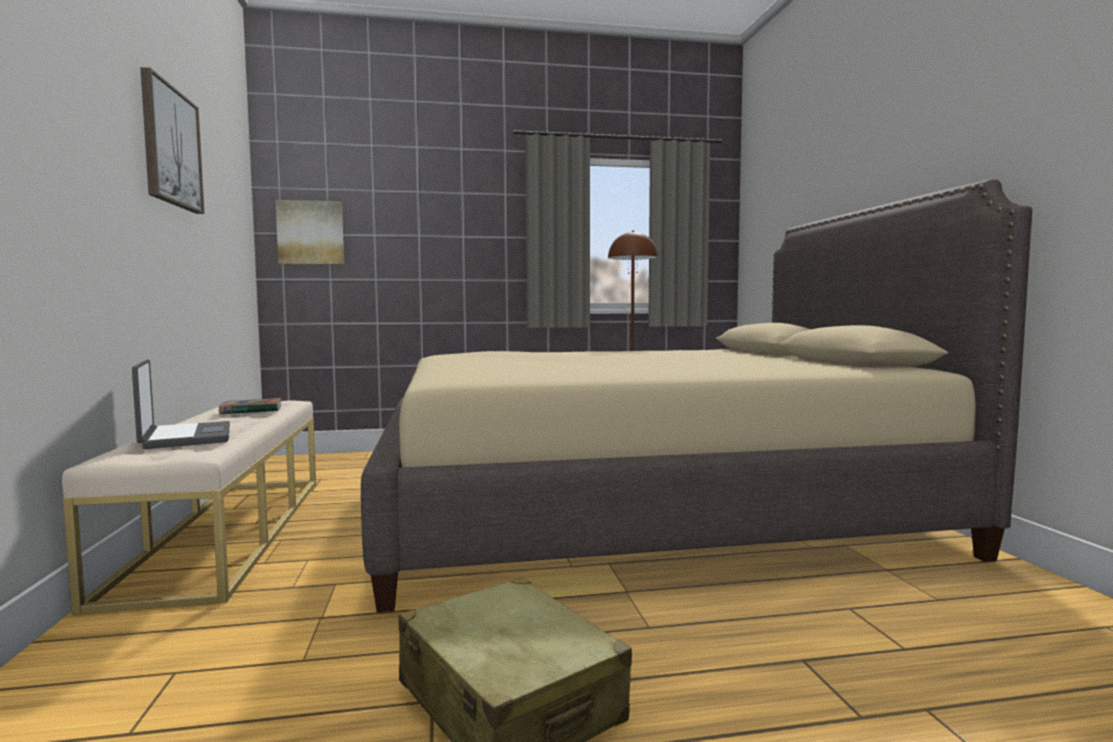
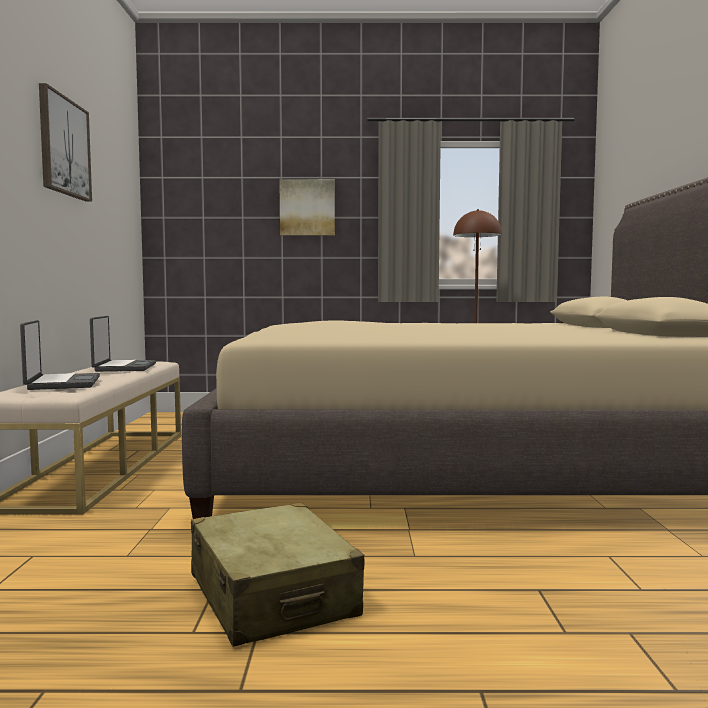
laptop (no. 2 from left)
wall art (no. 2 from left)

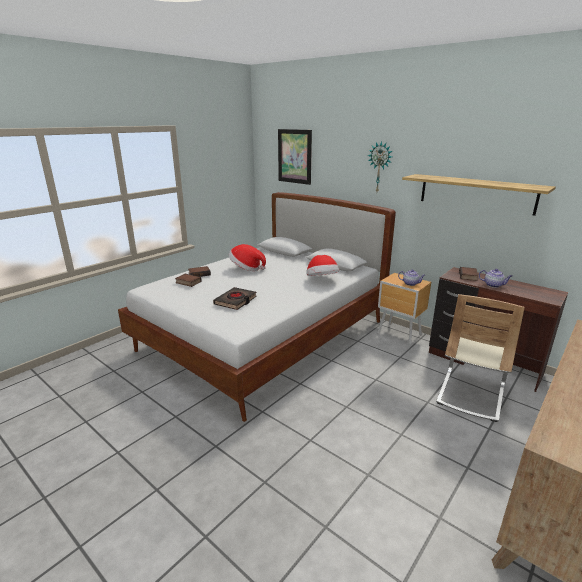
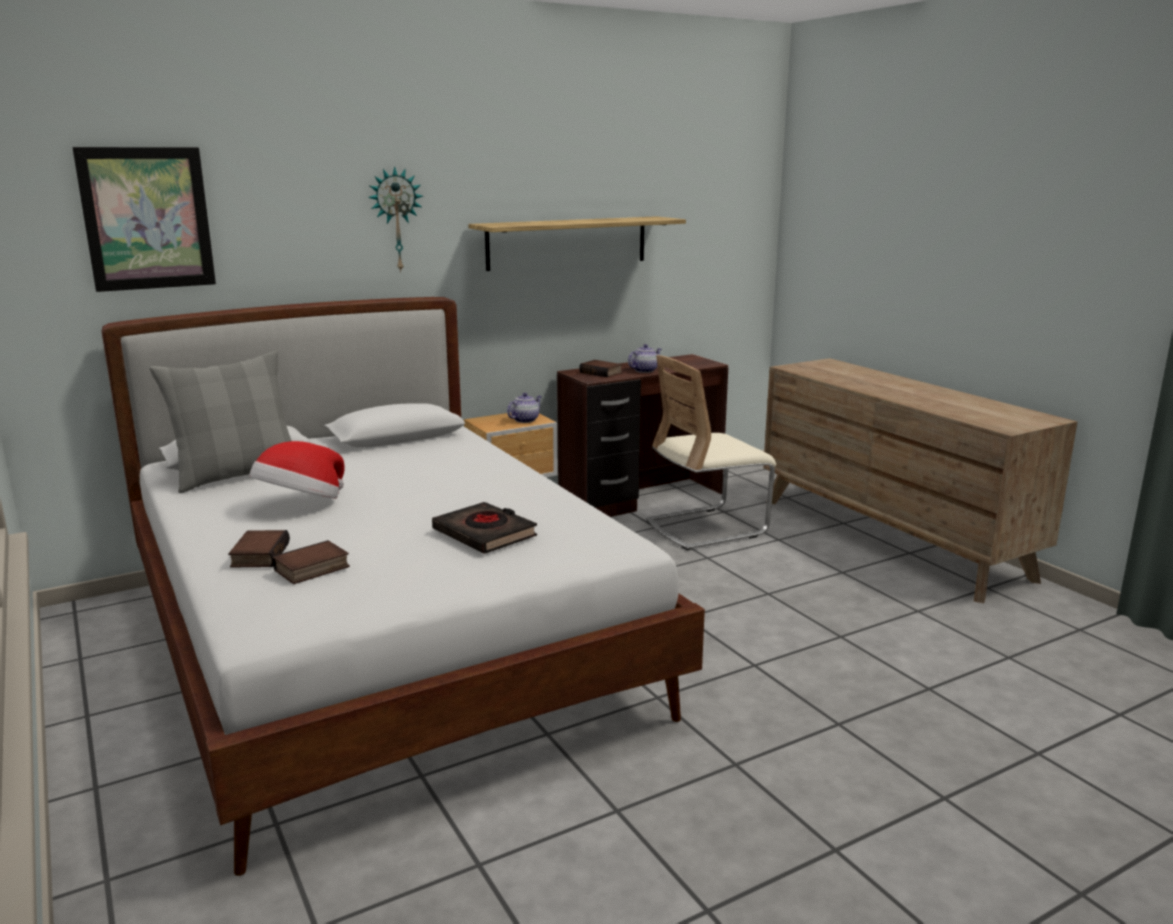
cushion (greyish)
chair (beige)
clothing hat (no. 2 from left in the first image)

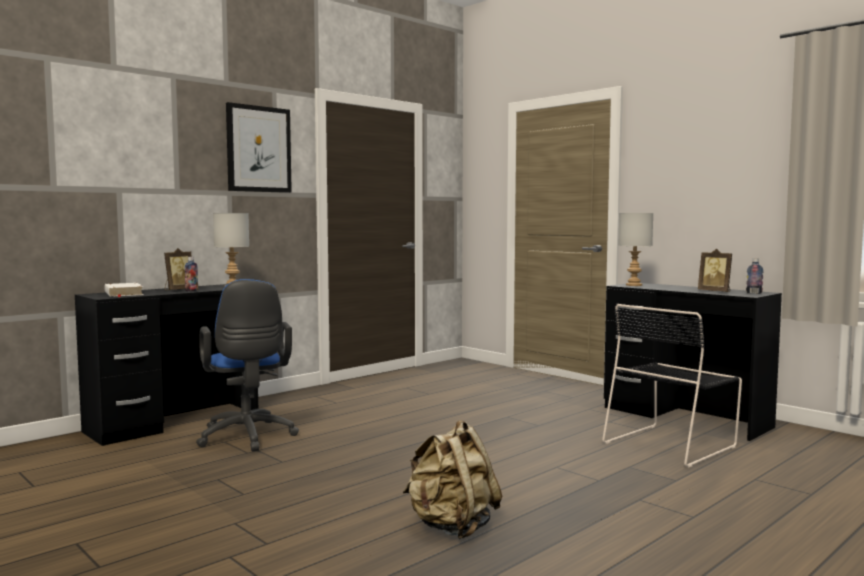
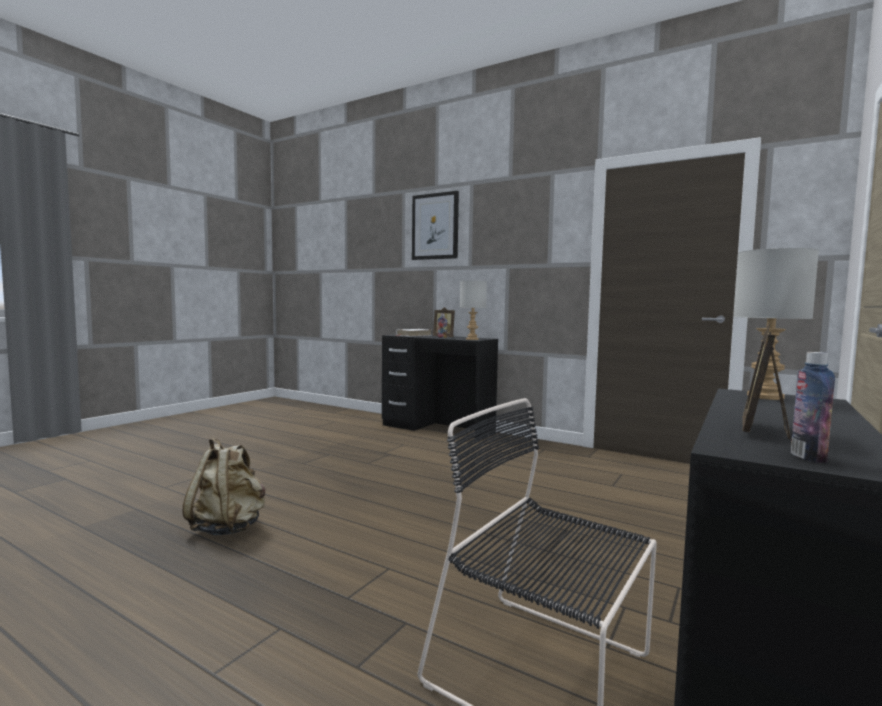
wall art
office chair (blue)

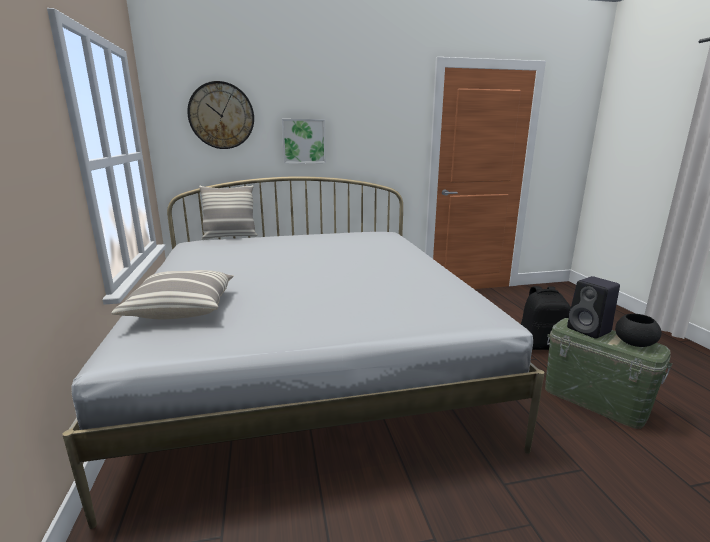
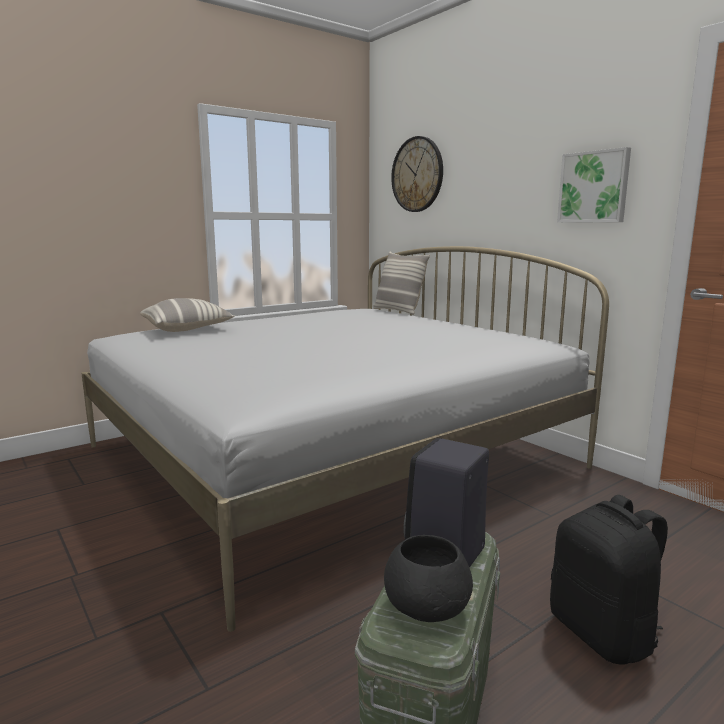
wall art

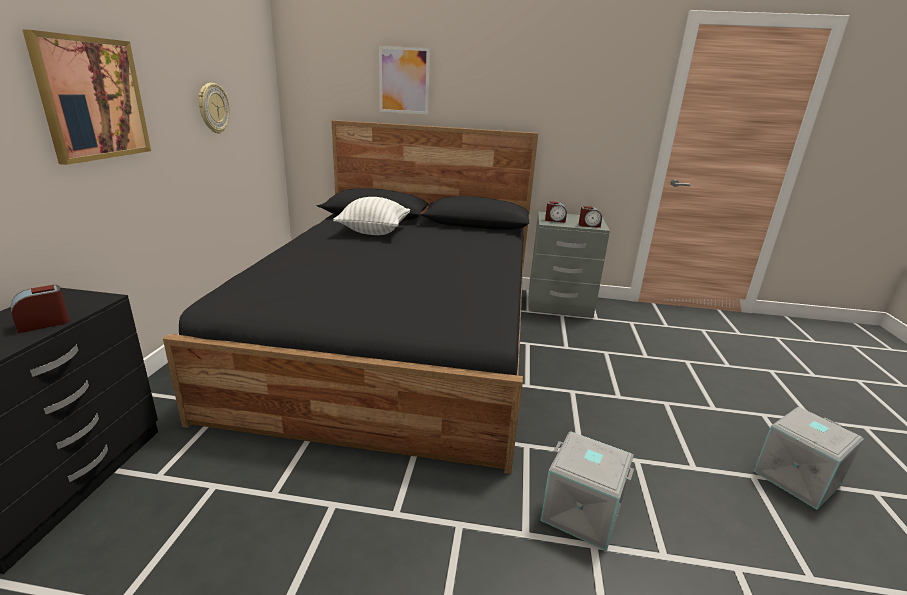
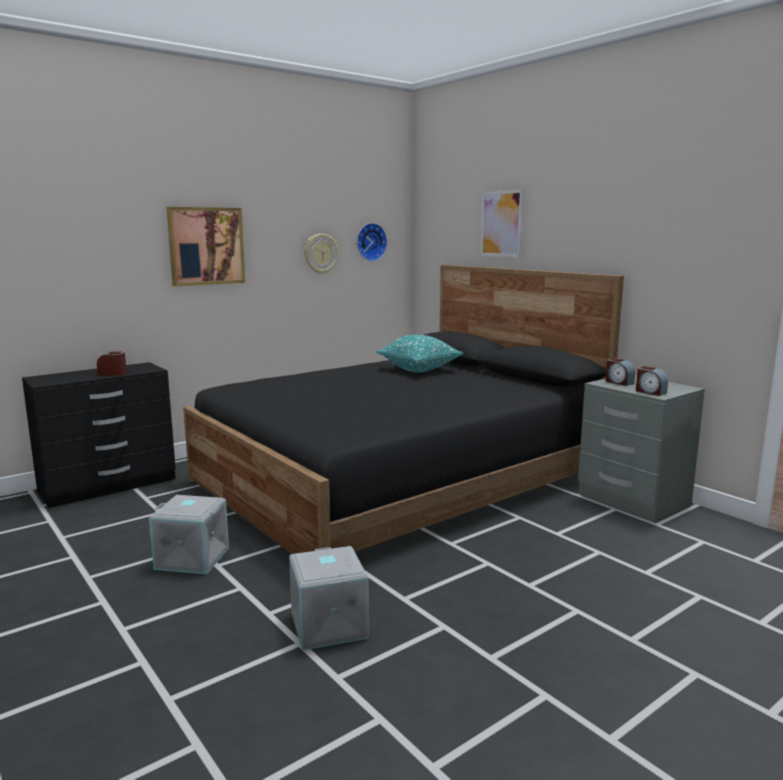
storage box (greyish) (no. 1 from left)
hanging clock (no. 2 from left)
cushion (blue-green)

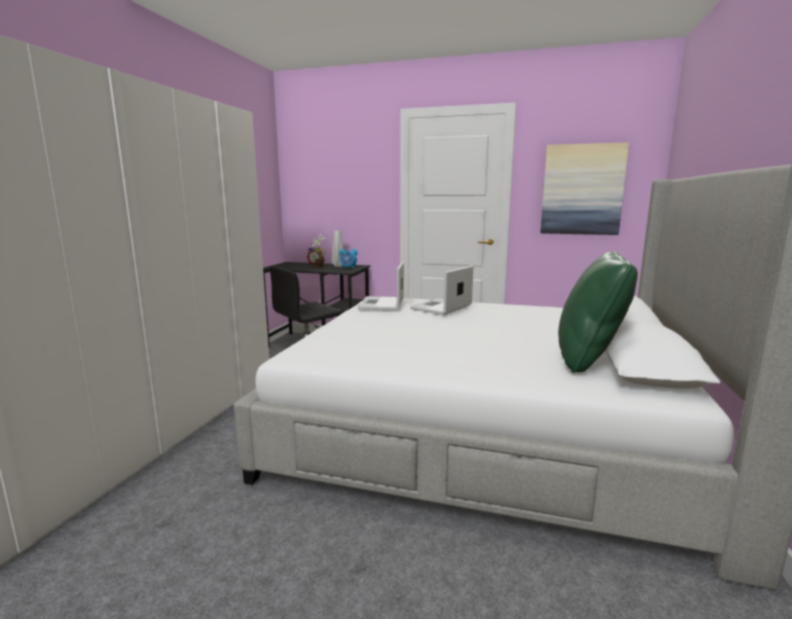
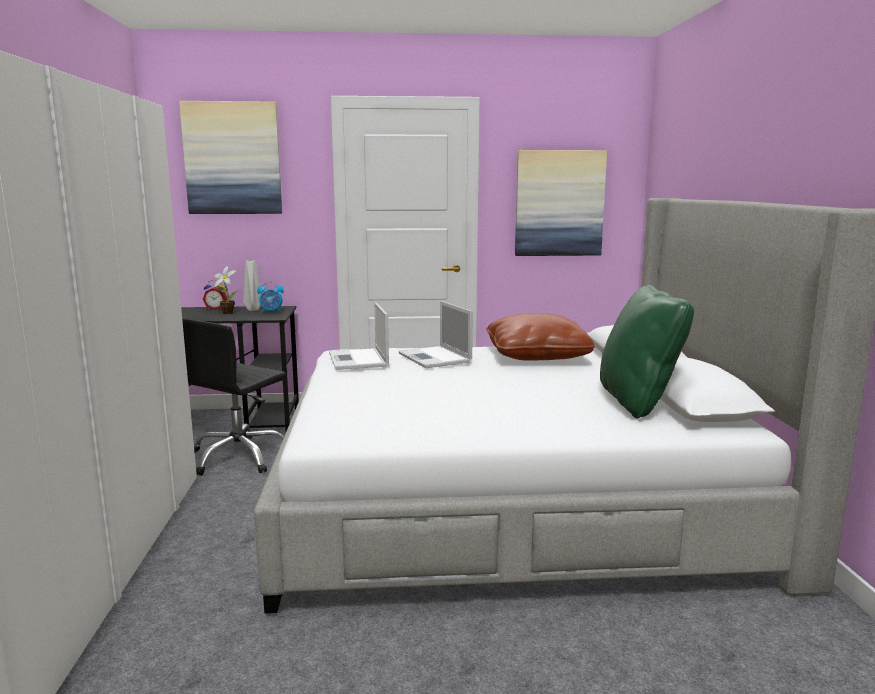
wall art (no. 1 from left)
laptop (no. 2 from left)
cushion (brownish)

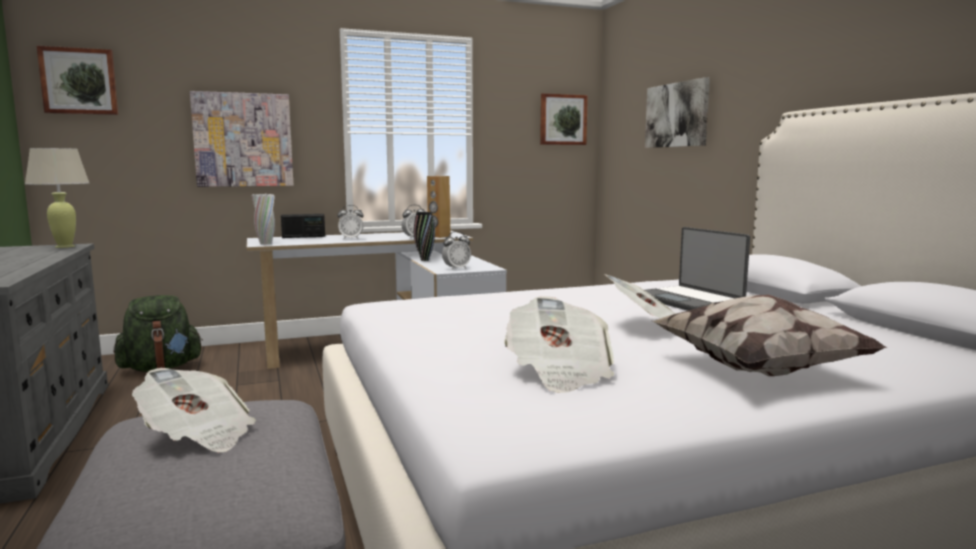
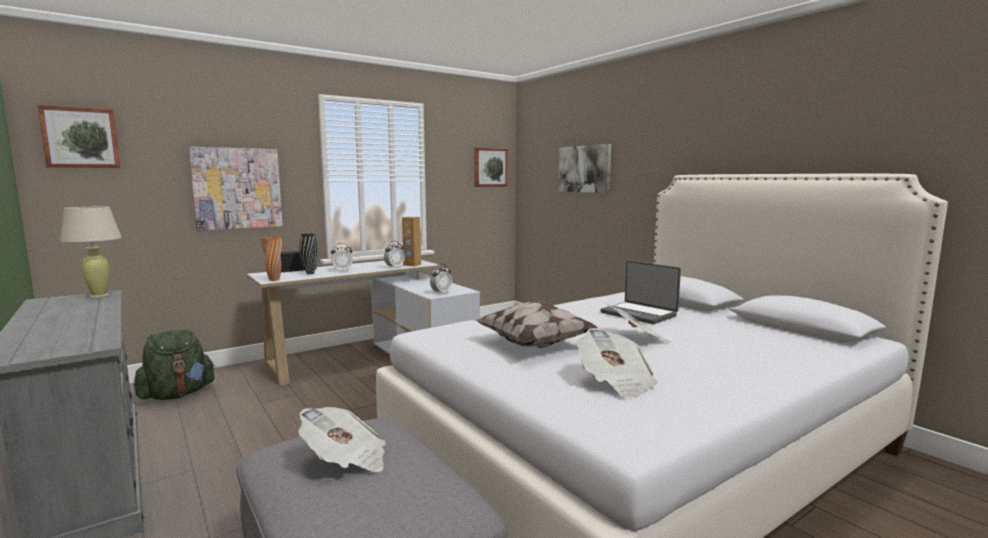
decorative vase (orange)
decorative vase (blackish)
cushion

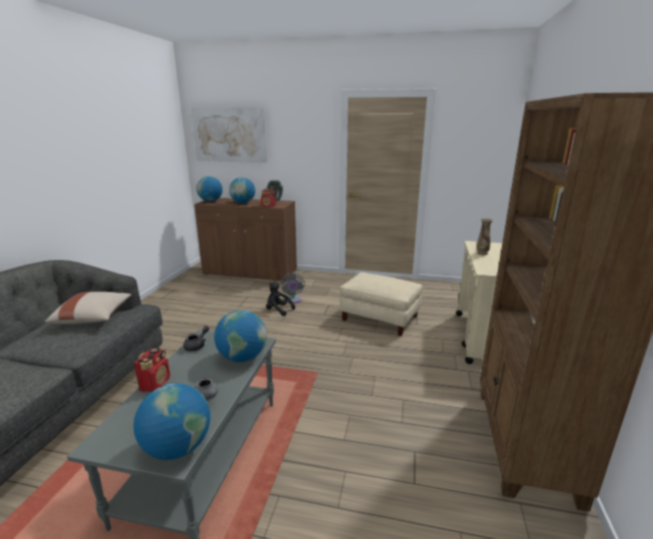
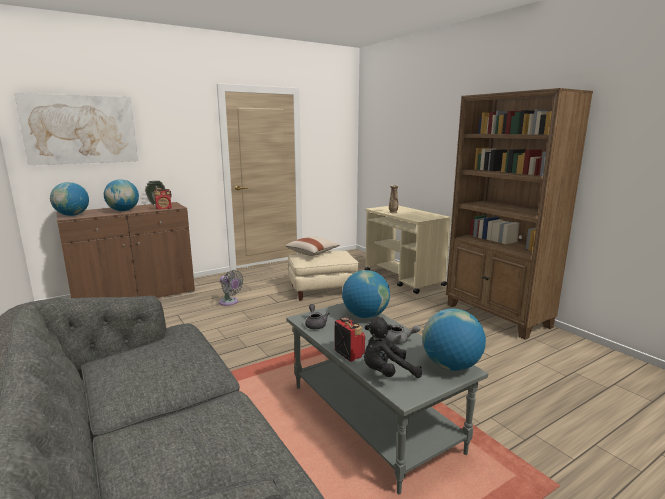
cushion (beige)
cuddly toy (blackish)

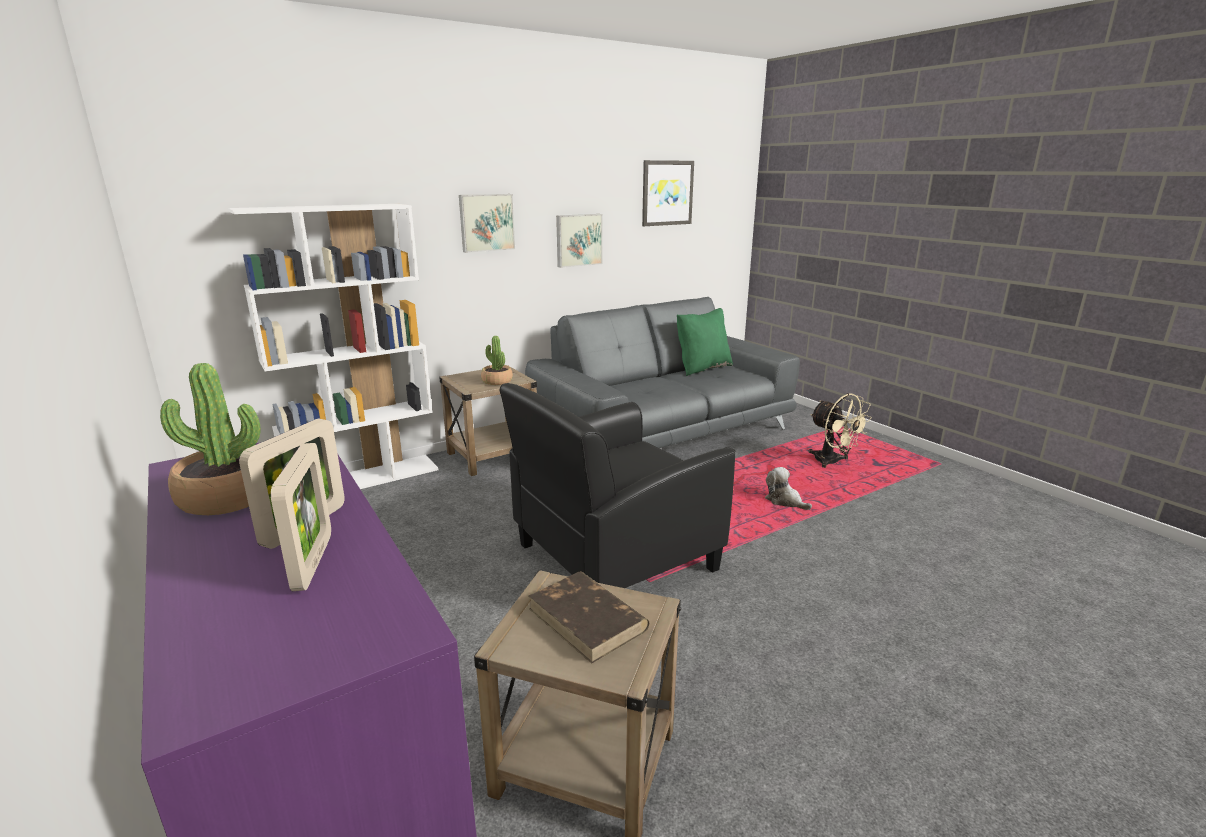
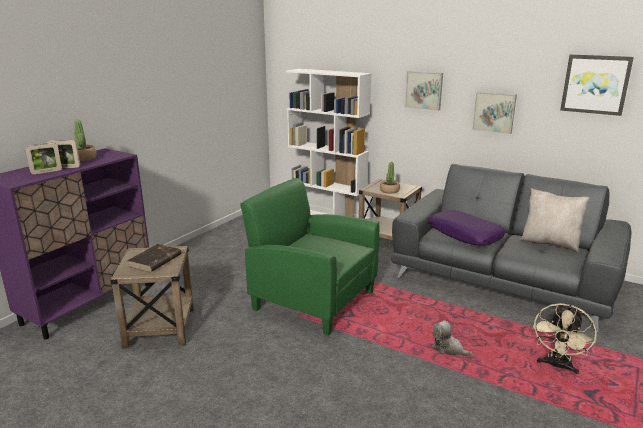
lounge chair (green-coloured)
cushion (purple)
cuddly toy
cushion (beige)

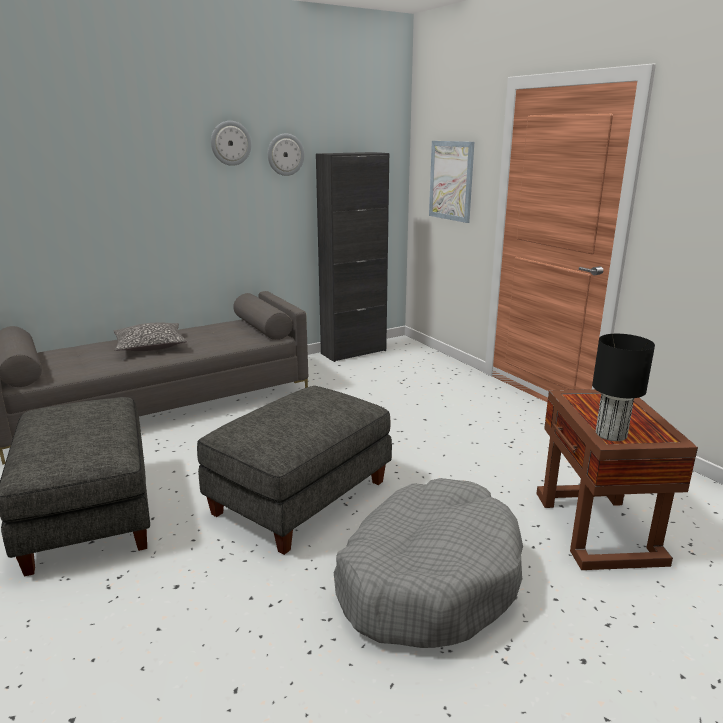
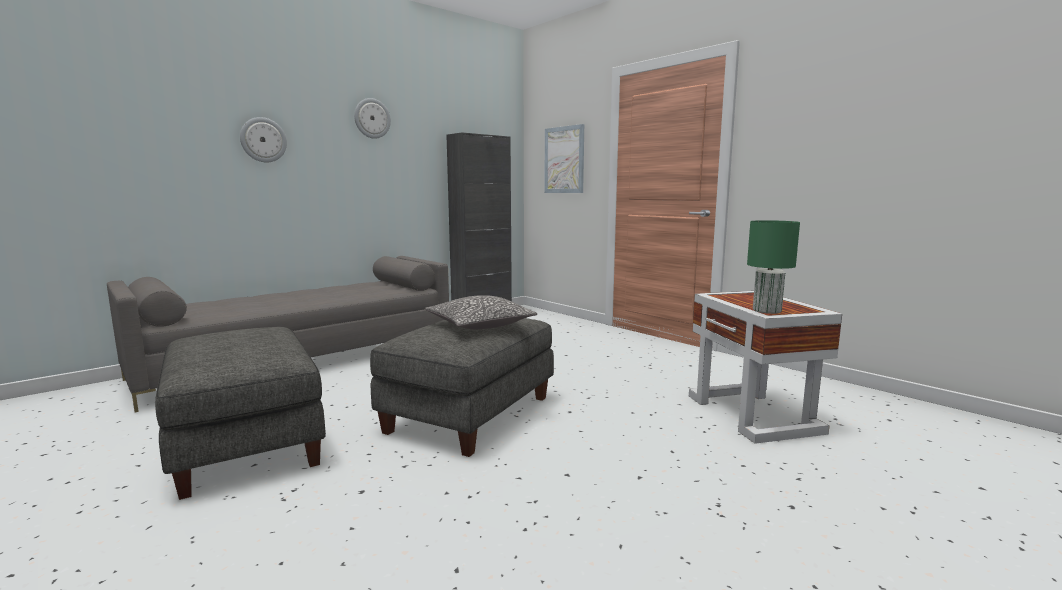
hanging clock (no. 1 from left)
cushion
end table (white)
table lamp (green-coloured)
pet bed (greyish)

